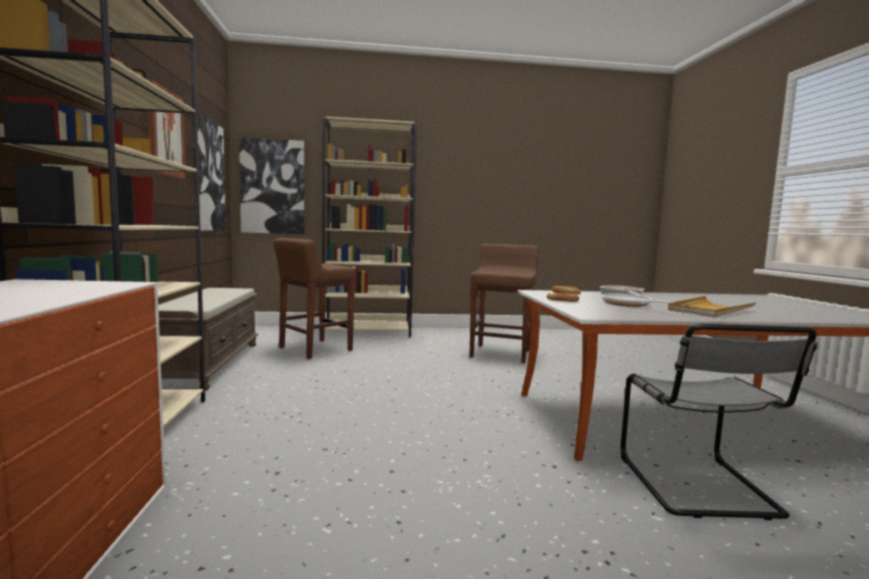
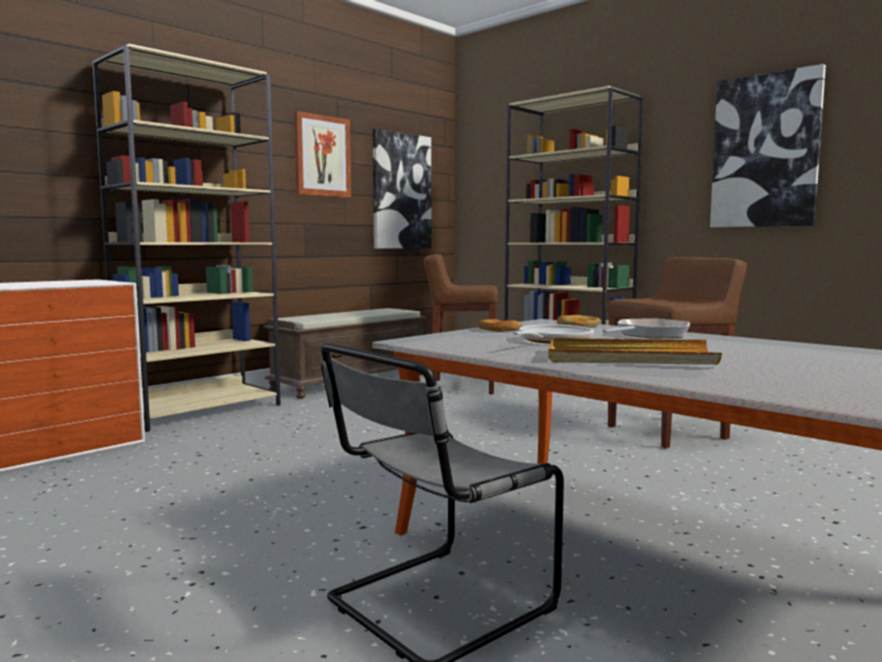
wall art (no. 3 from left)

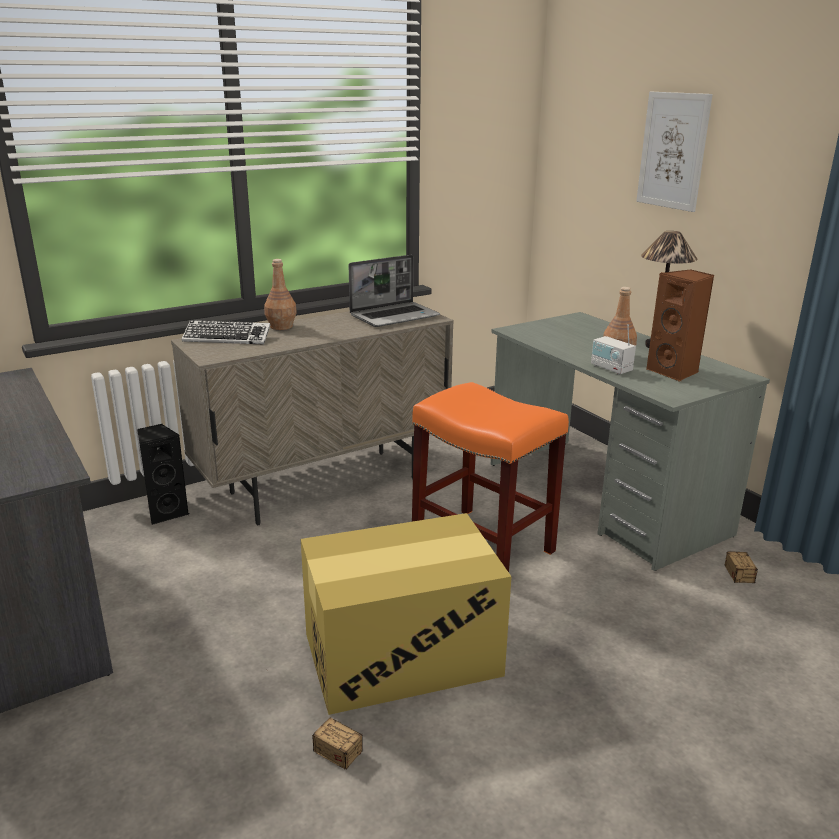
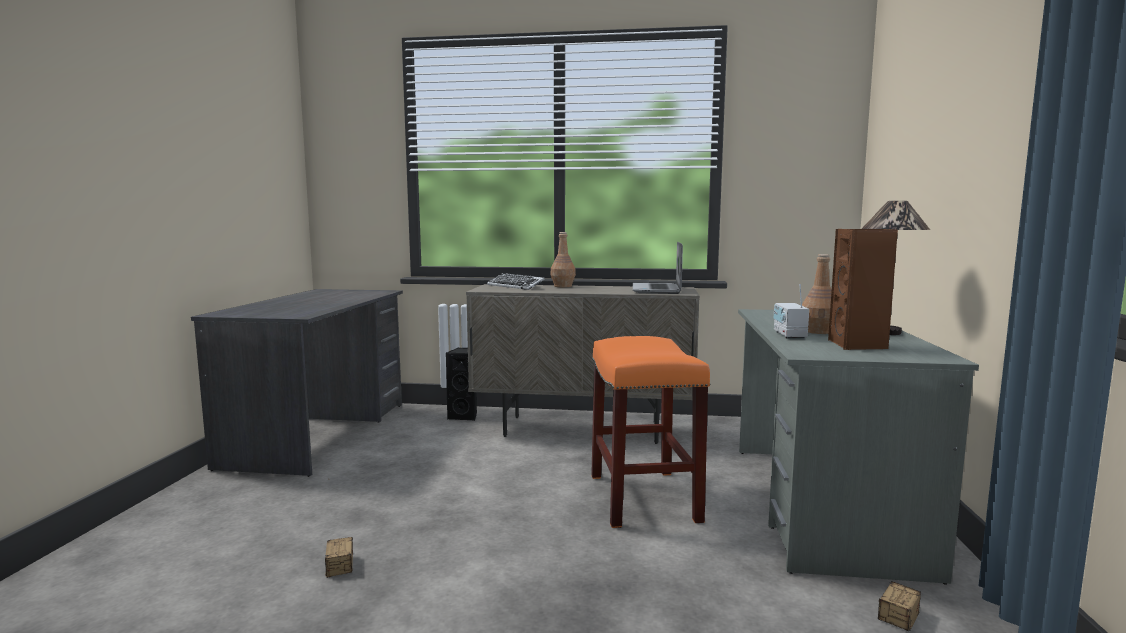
laptop
cardboard box
wall art

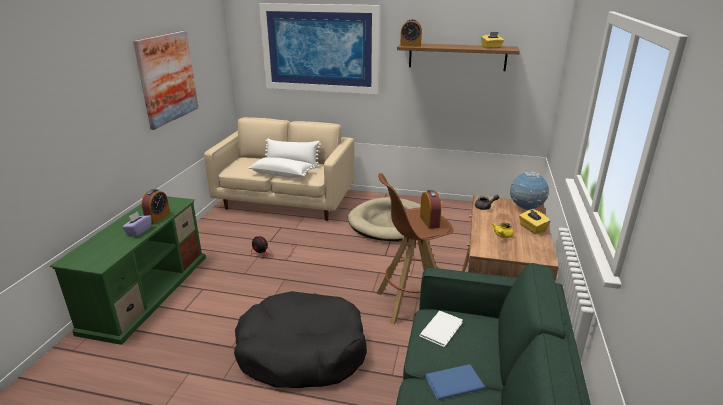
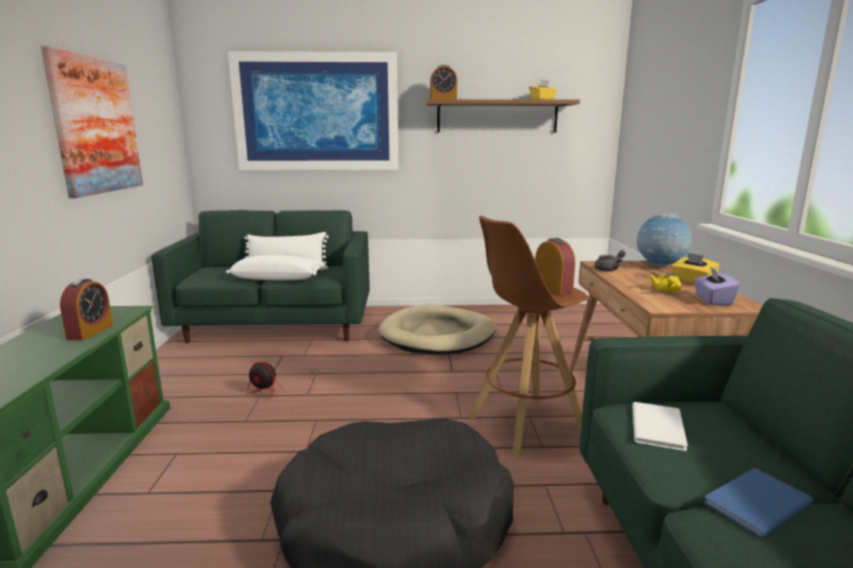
sofa (green-coloured) (no. 1 from left)
tissue box (purple)

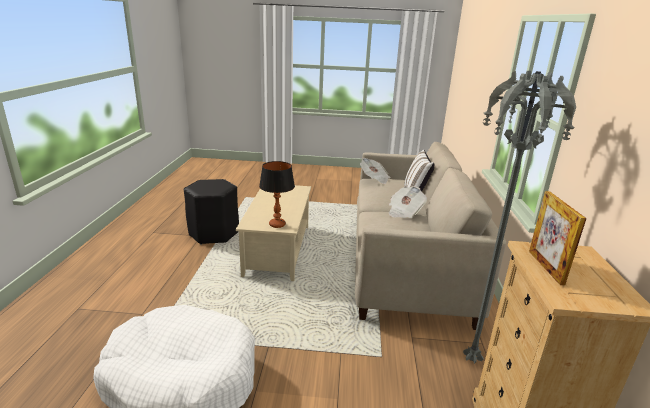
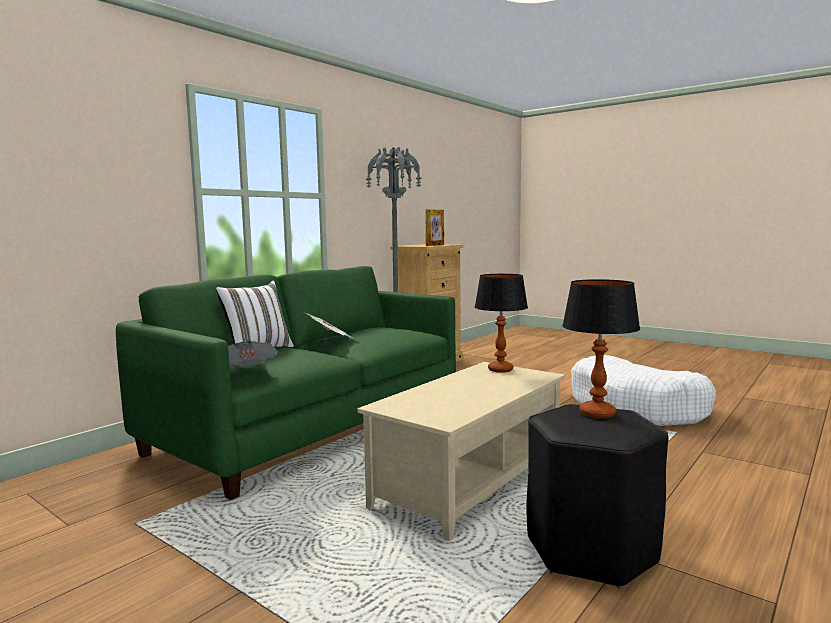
sofa (green-coloured)
table lamp (no. 2 from left)

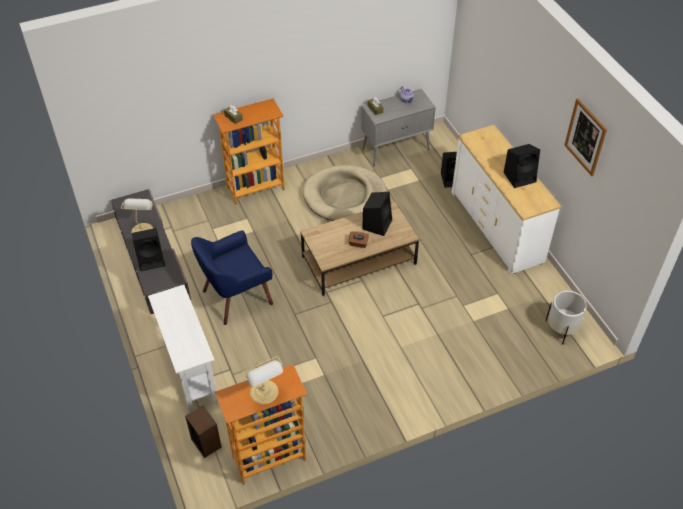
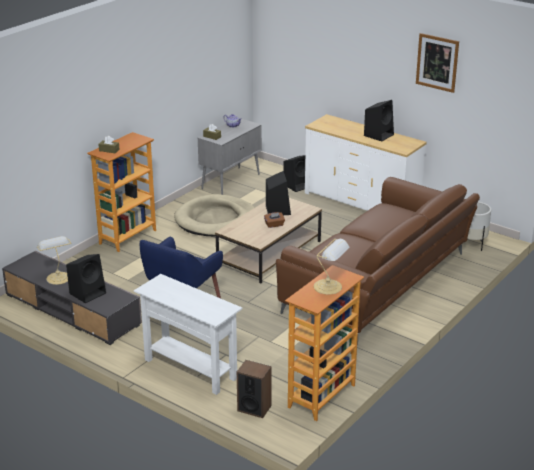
sofa (brownish)

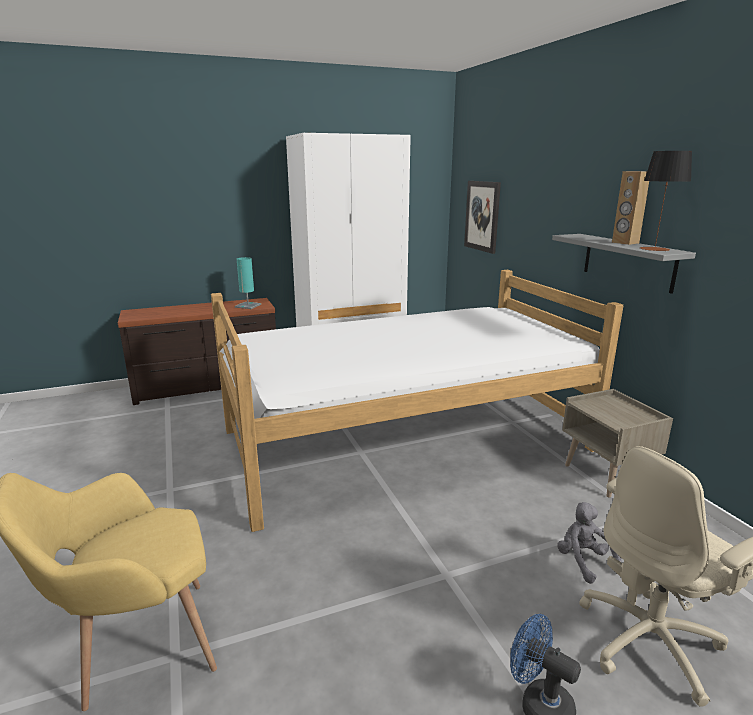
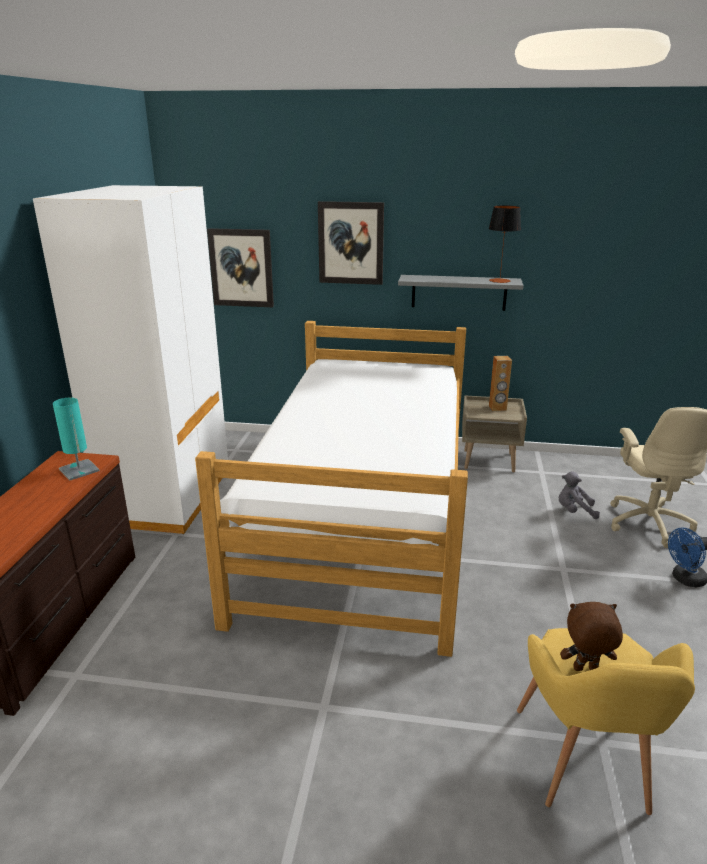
wall art (no. 2 from left)
audio speaker (brownish)
cuddly toy (brownish)

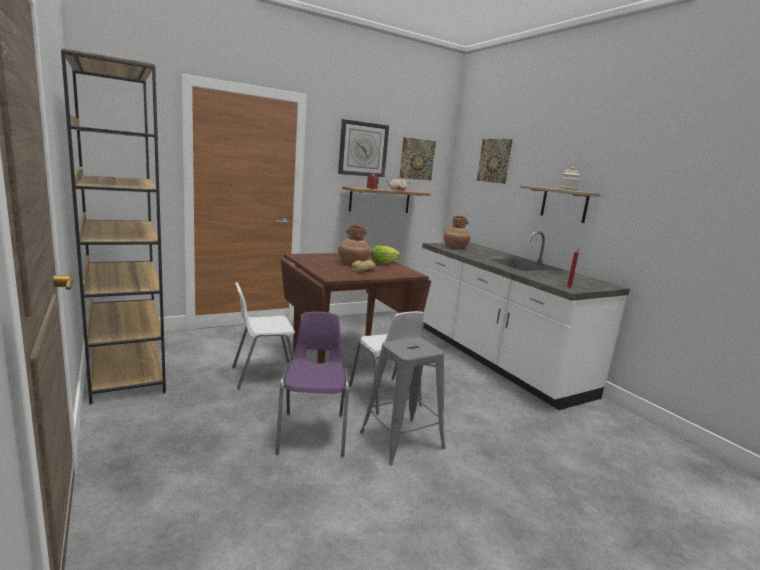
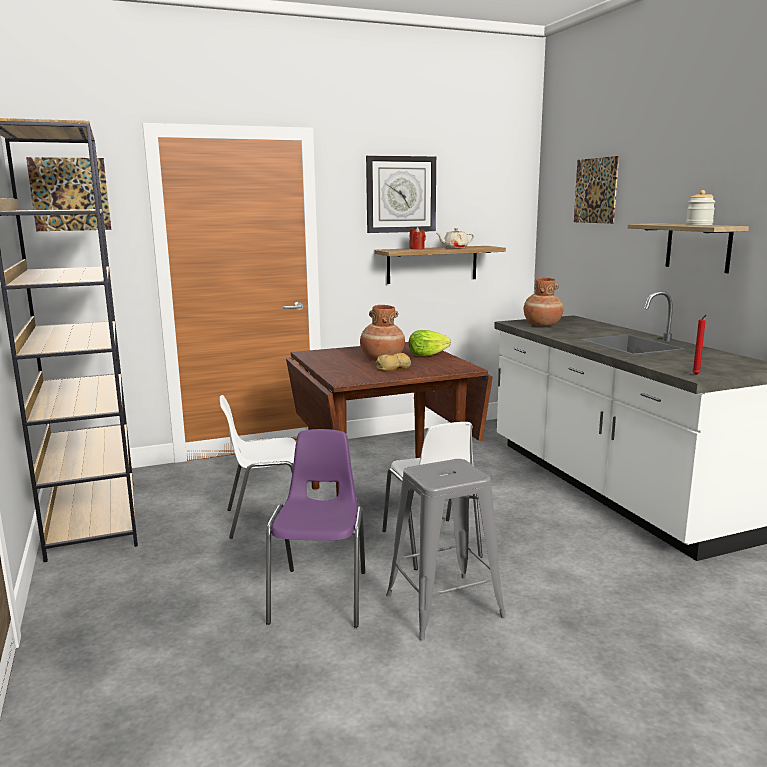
wall art (no. 1 from left)

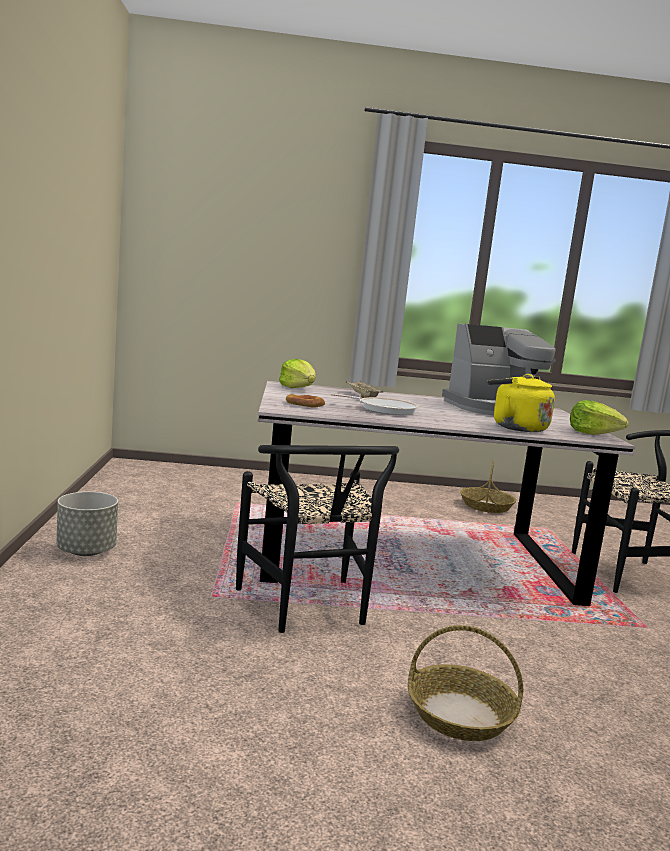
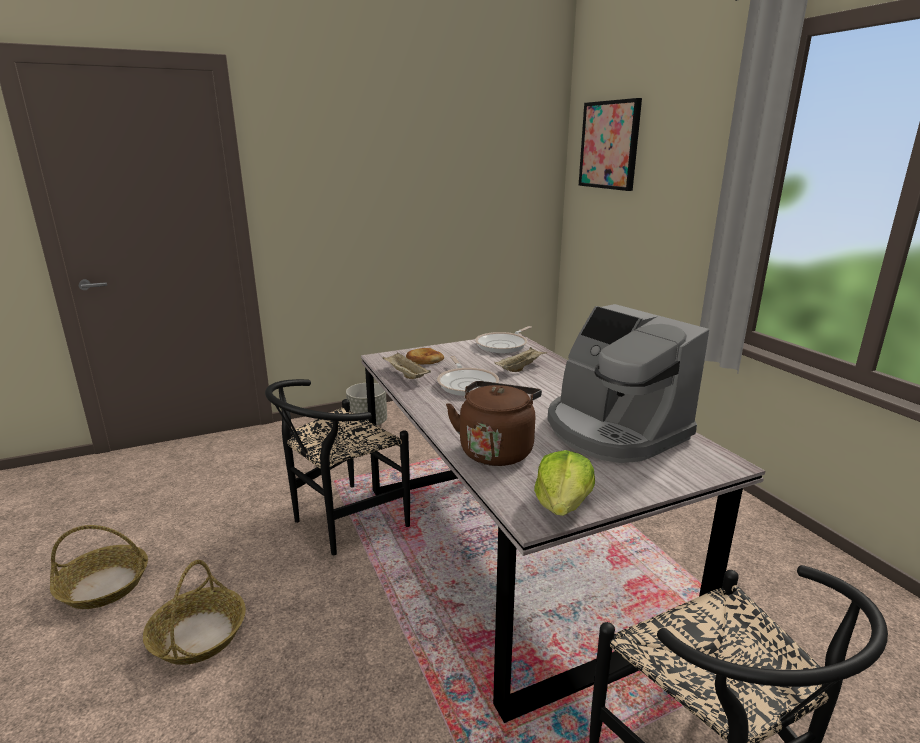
household basket (no. 1 from left)
tray (beige) (no. 1 from left)
kettle (brownish)
pan (no. 2 from left)
wall art

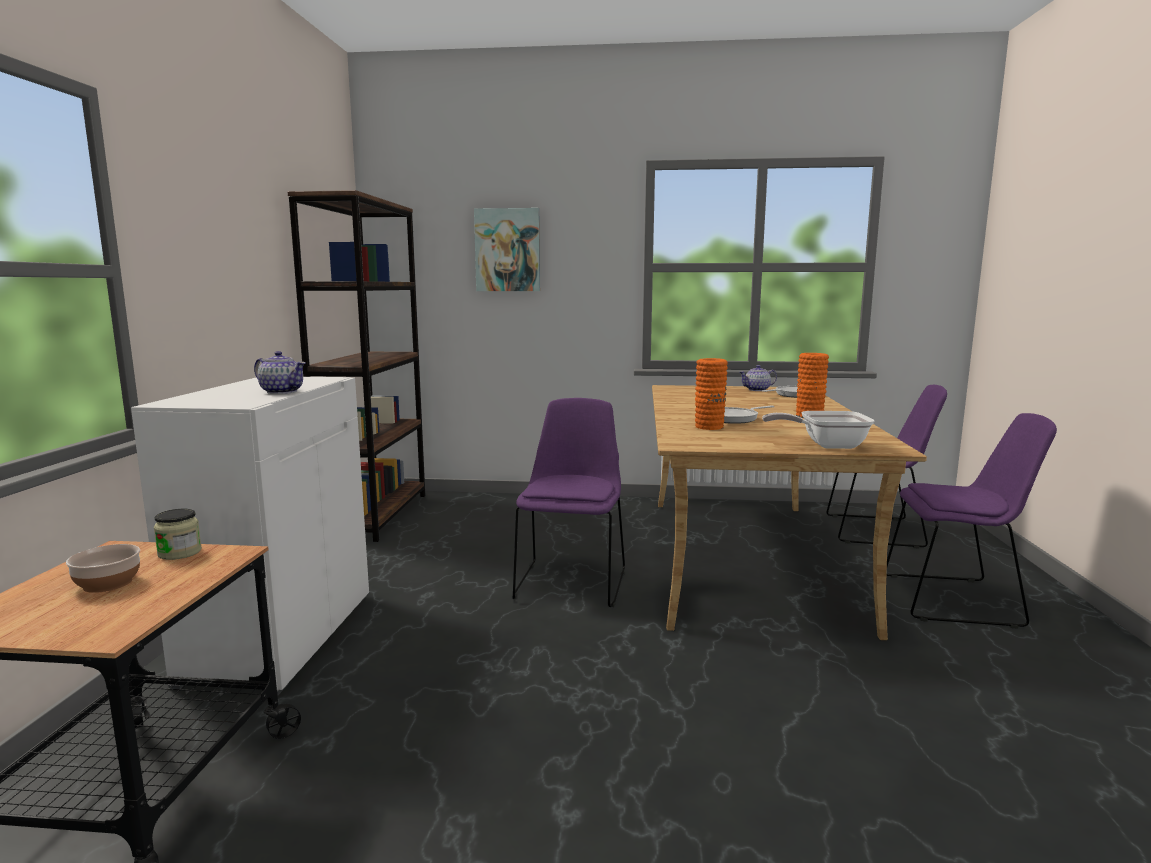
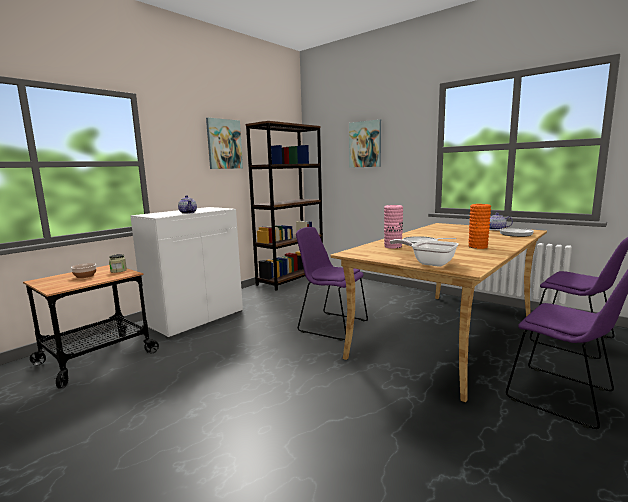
wall art (no. 1 from left)
chair (purple) (no. 1 from left)
decorative vase (pinkish)

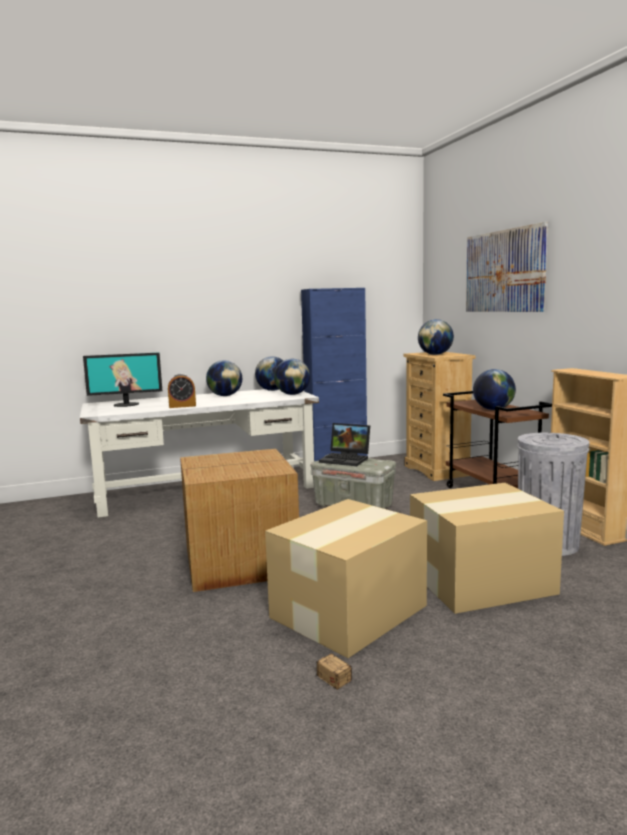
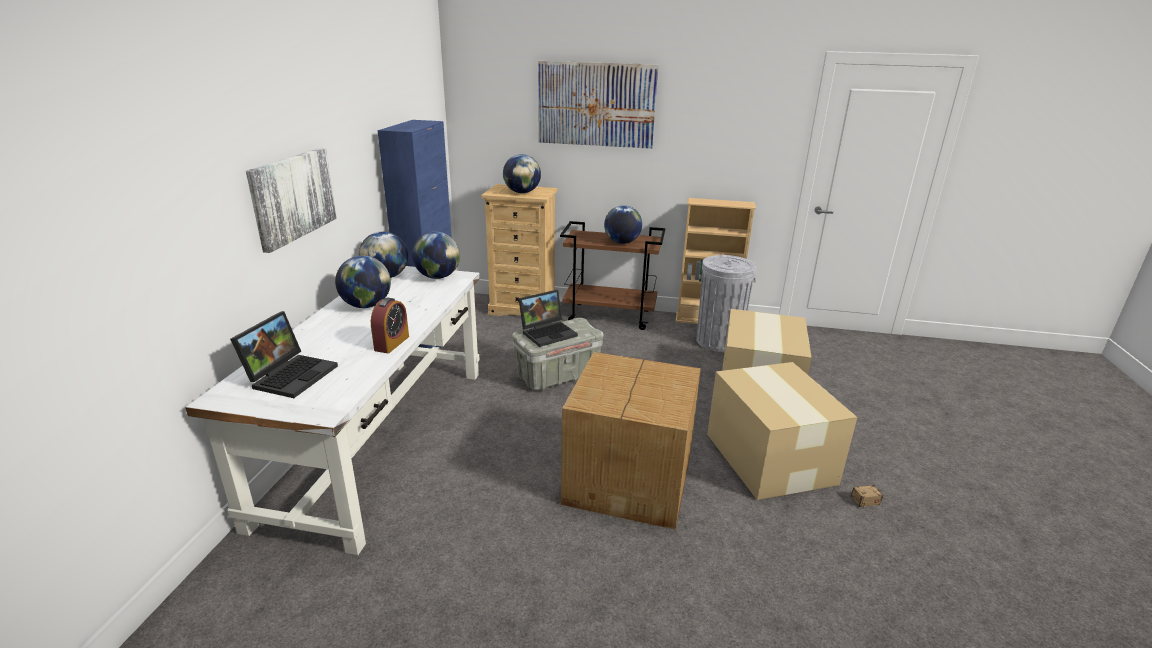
laptop (no. 1 from left)
wall art (no. 1 from left)

